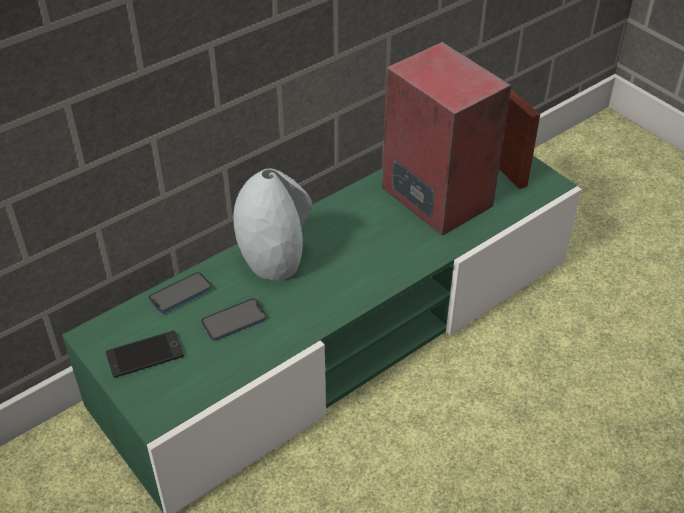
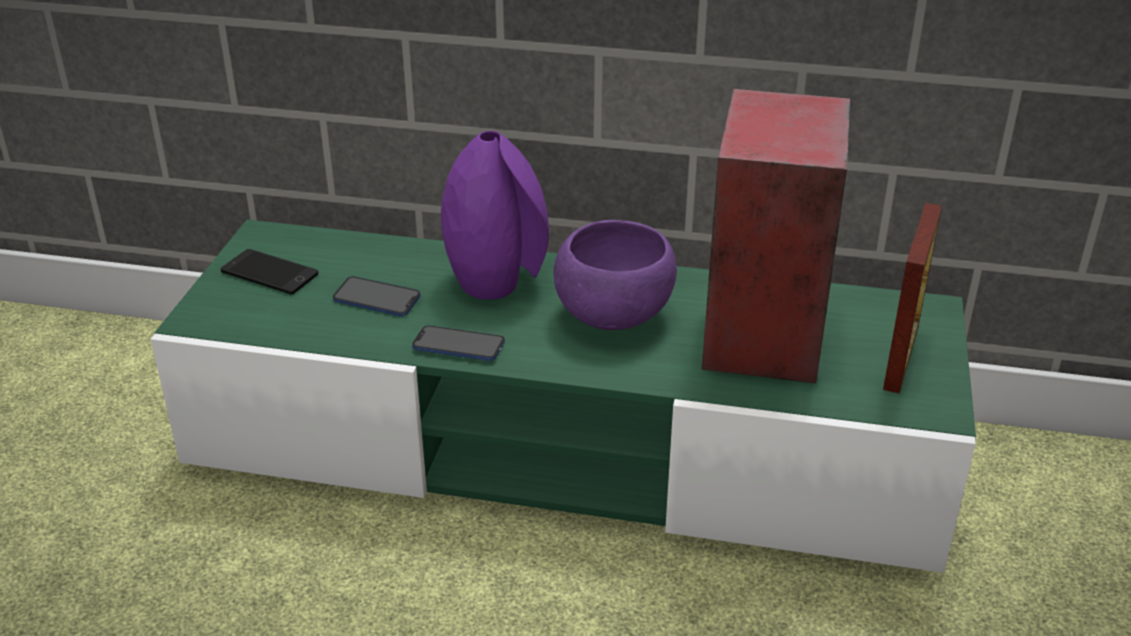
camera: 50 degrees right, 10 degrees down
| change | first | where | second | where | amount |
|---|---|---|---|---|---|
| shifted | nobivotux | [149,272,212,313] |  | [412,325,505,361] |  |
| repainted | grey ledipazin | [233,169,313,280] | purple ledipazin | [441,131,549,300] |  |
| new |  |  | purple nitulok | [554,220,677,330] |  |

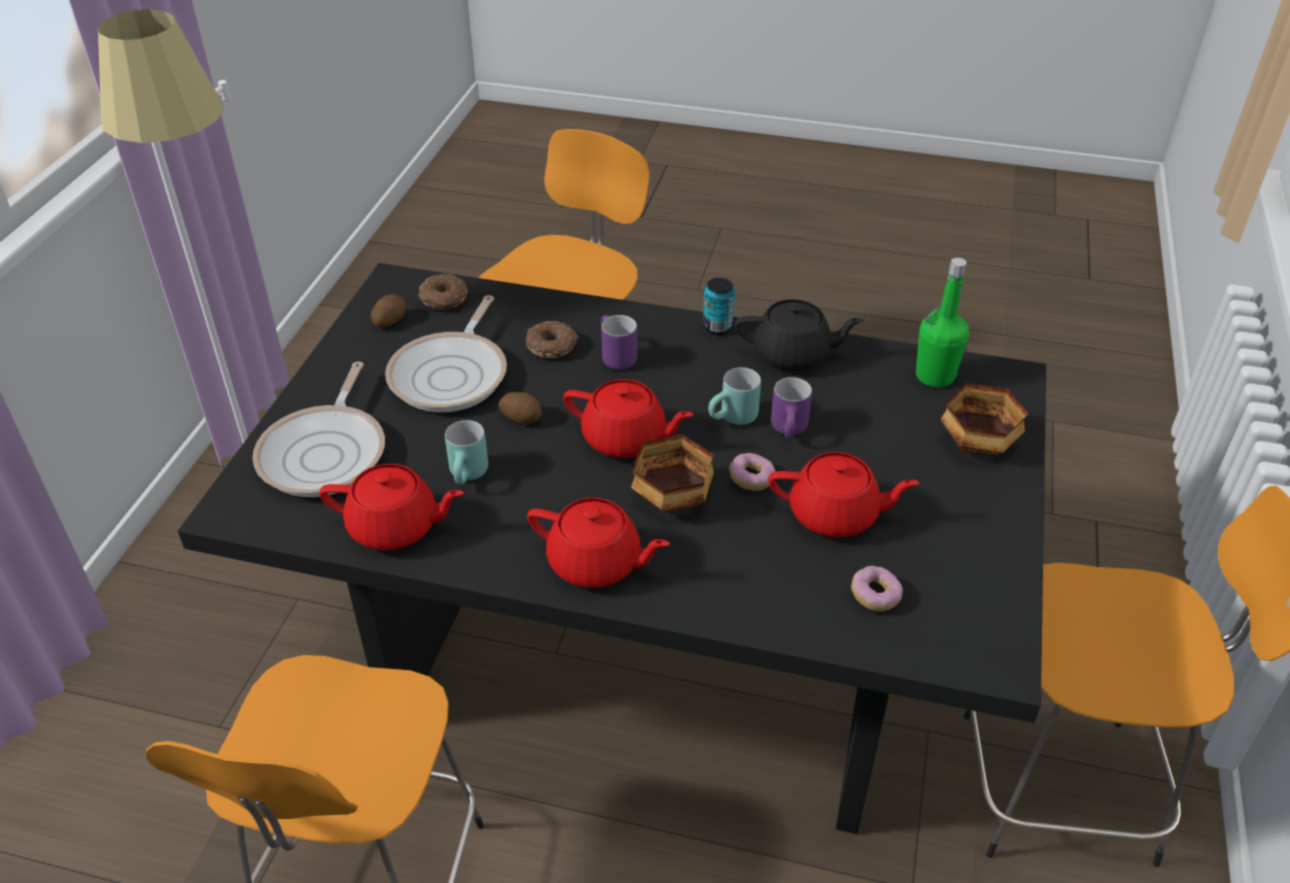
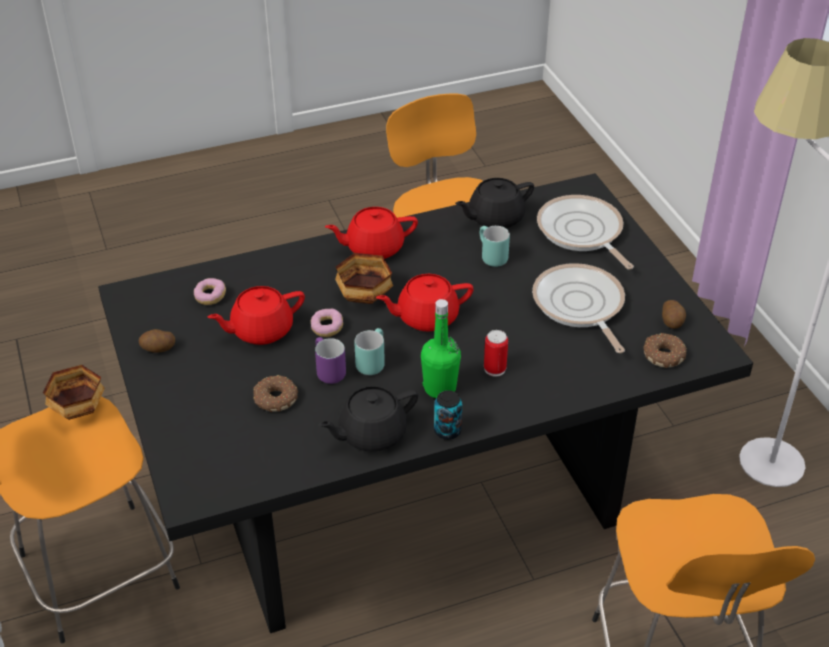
camera: 145 degrees right, 0 degrees up
| change | first | where | second | where | amount |
|---|---|---|---|---|---|
| repainted | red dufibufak | [319,464,464,550] | black dufibufak | [455,178,534,228] |  |
| shifted | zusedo | [499,392,542,425] |  | [138,329,175,353] |  |
| shifted | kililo | [526,321,579,358] |  | [253,375,298,412] |  |
| swapped | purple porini | [601,315,637,370] | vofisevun | [484,330,508,376] |  |
| shifted | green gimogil | [916,258,969,387] |  | [421,299,461,398] |  |
| shifted | nitulok | [941,383,1029,456] |  | [43,365,105,420] |  |

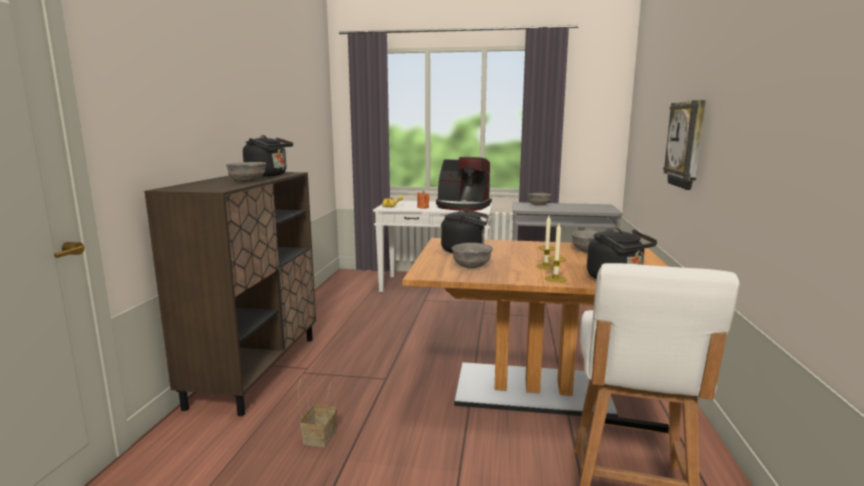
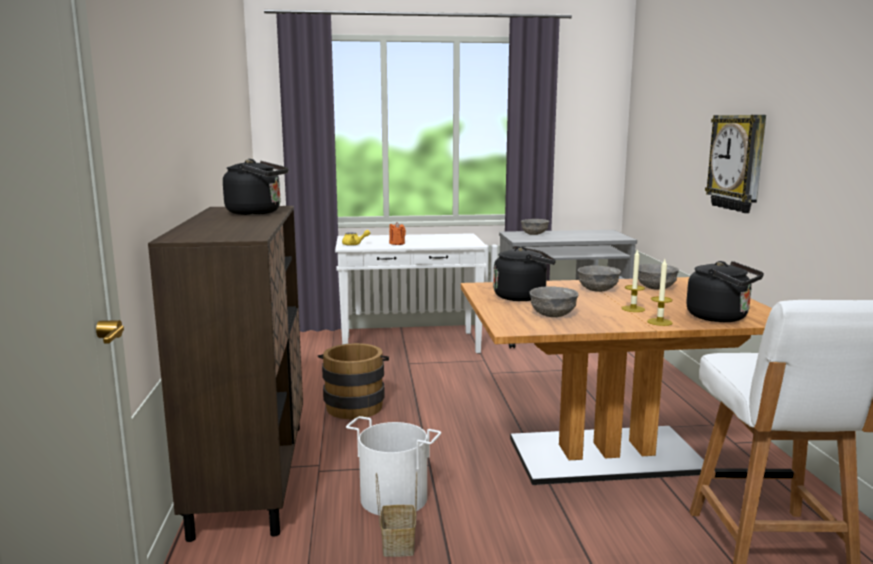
camera: 15 degrees left, 0 degrees up
| change | first | where | second | where | amount |
|---|---|---|---|---|---|
| shifted | grey nitulok | [226,162,266,182] |  | [578,266,621,292] |  |
| gone | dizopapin | [436,157,492,211] |  |  |  |
| new |  |  | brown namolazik | [318,343,389,419] |  |
| new |  |  | white namolazik | [346,416,441,516] |  |

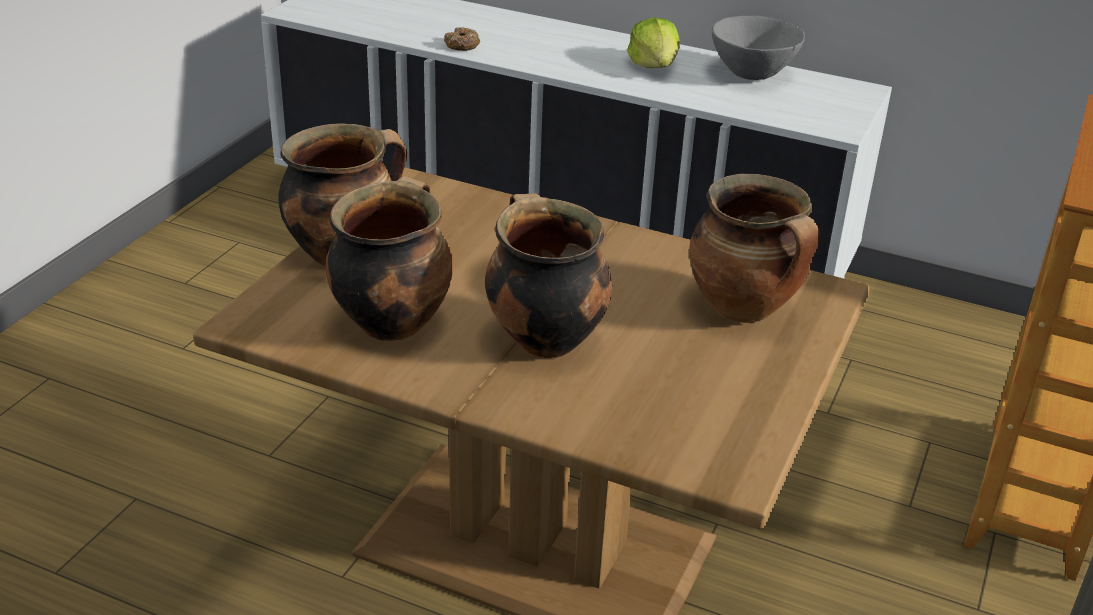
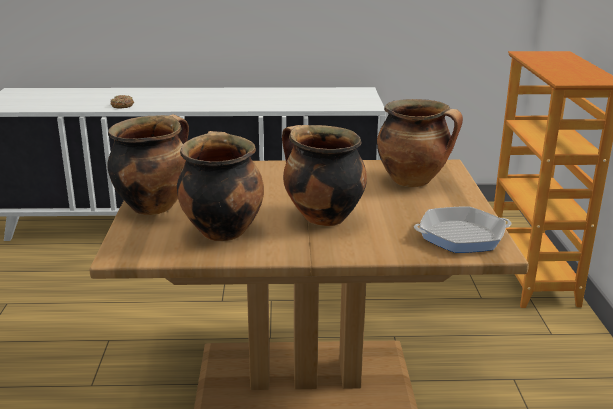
camera: 25 degrees left, 10 degrees down
| change | first | where | second | where | amount |
|---|---|---|---|---|---|
| gone | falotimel | [627,17,680,68] |  |  |  |
| gone | grey nitulok | [712,16,805,80] |  |  |  |
| new |  |  | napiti | [414,207,511,253] |  |

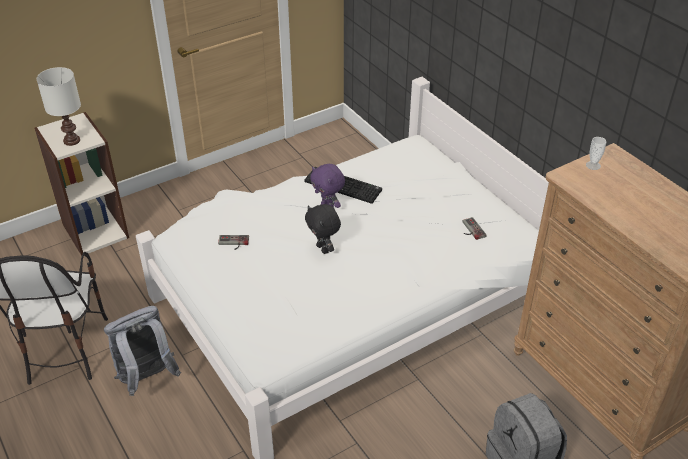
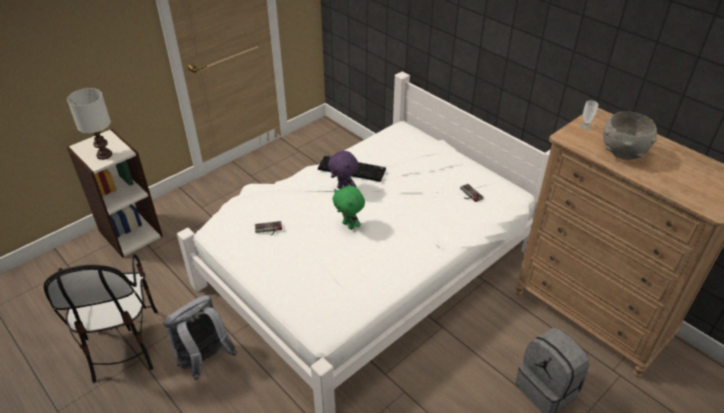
camera: 10 degrees left, 0 degrees up
| change | first | where | second | where | amount |
|---|---|---|---|---|---|
| repainted | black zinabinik | [305,204,341,254] | green zinabinik | [333,186,365,230] |  |
| new |  |  | grey nitulok | [603,111,657,160] |  |

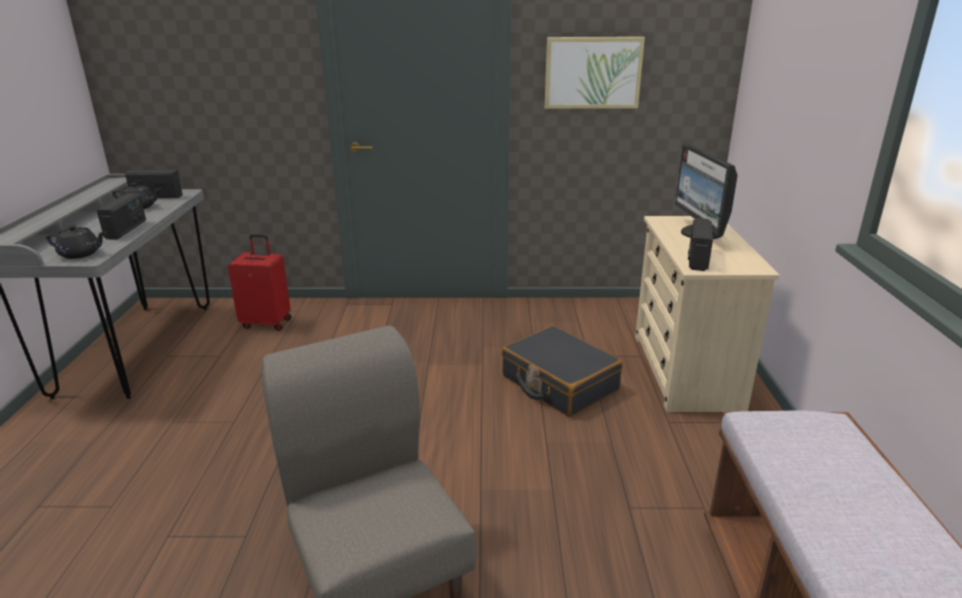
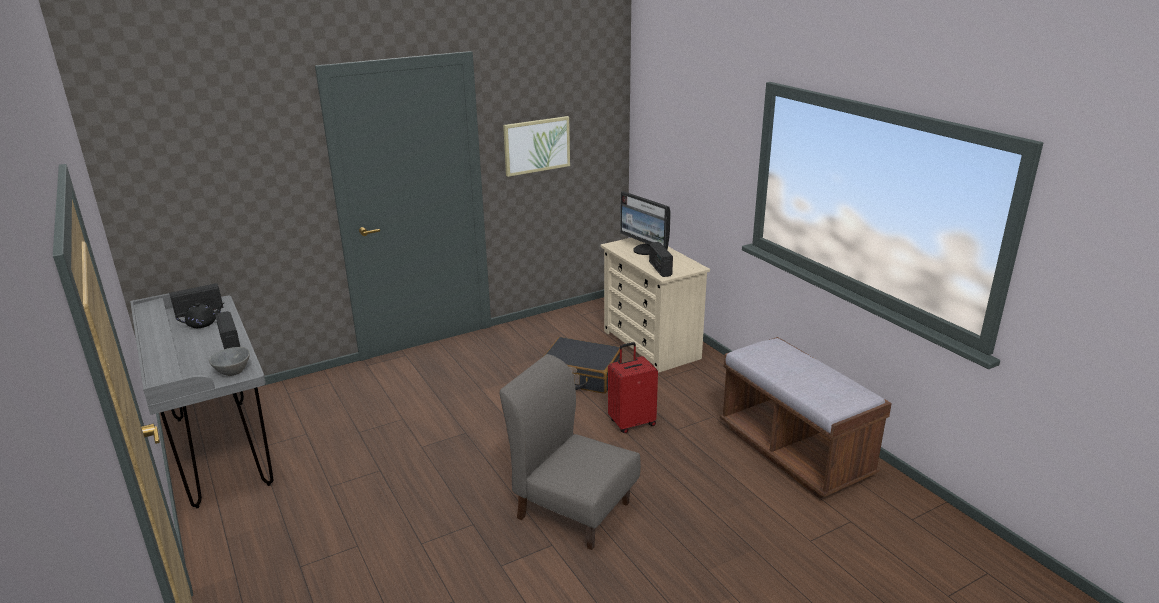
camera: 30 degrees left, 0 degrees up
| change | first | where | second | where | amount |
|---|---|---|---|---|---|
| swapped | black dufibufak | [46,225,106,259] | grey nitulok | [209,347,250,376] |  |
| shifted | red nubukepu | [228,234,291,331] |  | [608,342,658,433] |  |

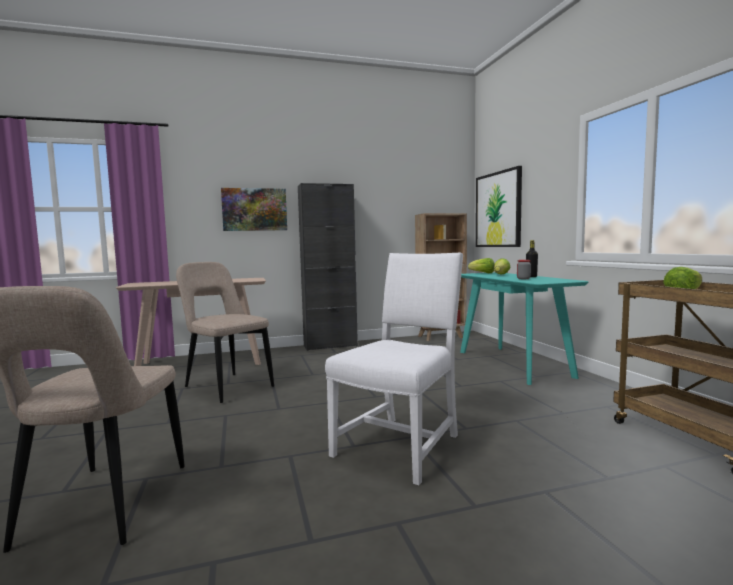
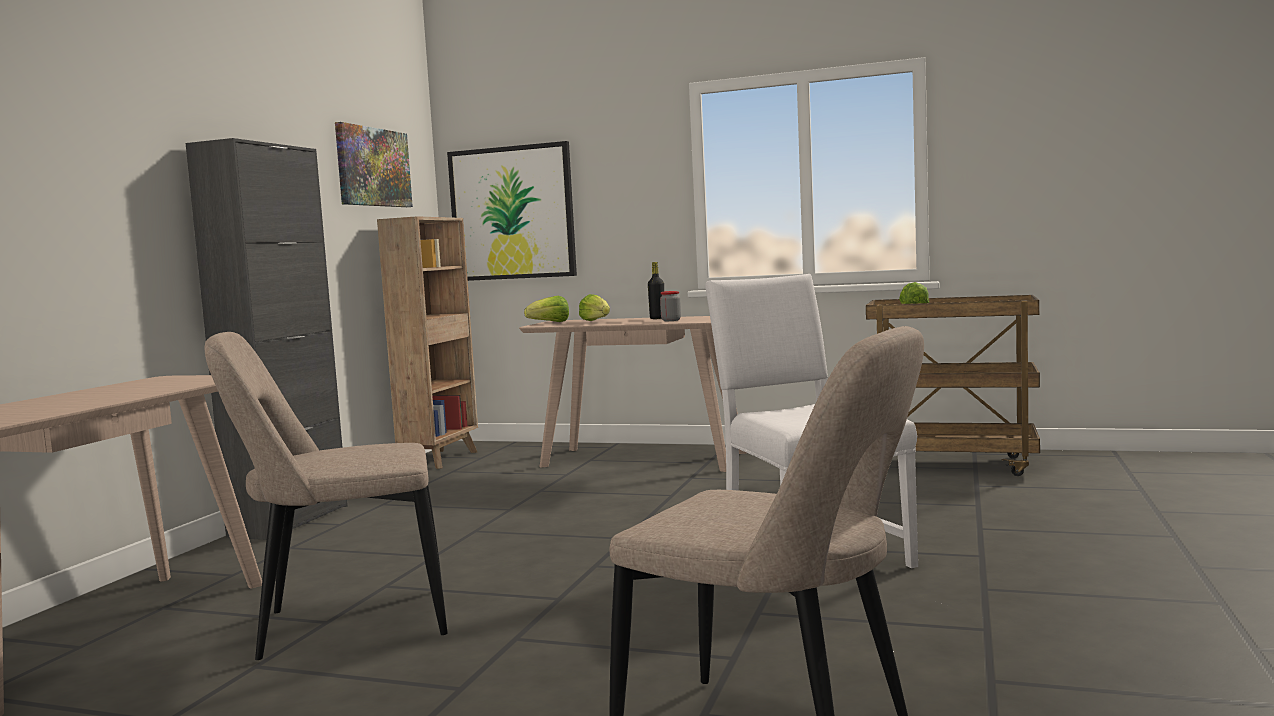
camera: 55 degrees left, 0 degrees up
| change | first | where | second | where | amount |
|---|---|---|---|---|---|
| shifted | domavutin | [221,188,287,231] |  | [335,122,413,207] |  |
| repainted | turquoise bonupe | [460,272,589,385] | beige bonupe | [519,316,746,472] |  |

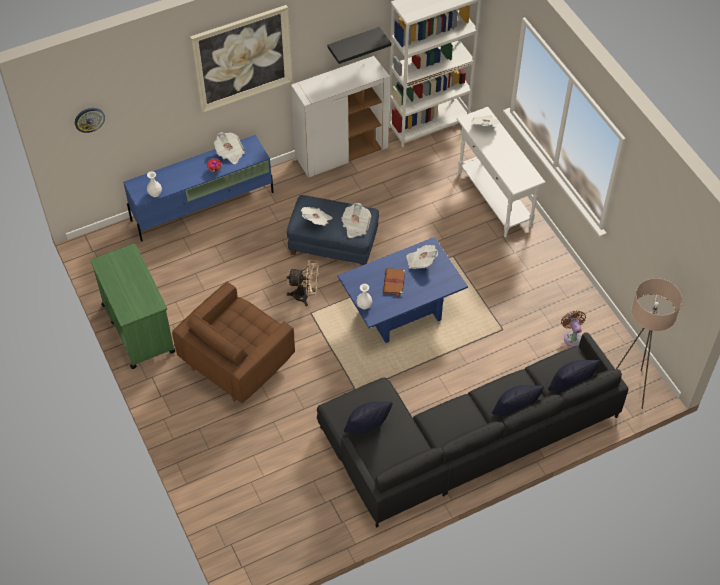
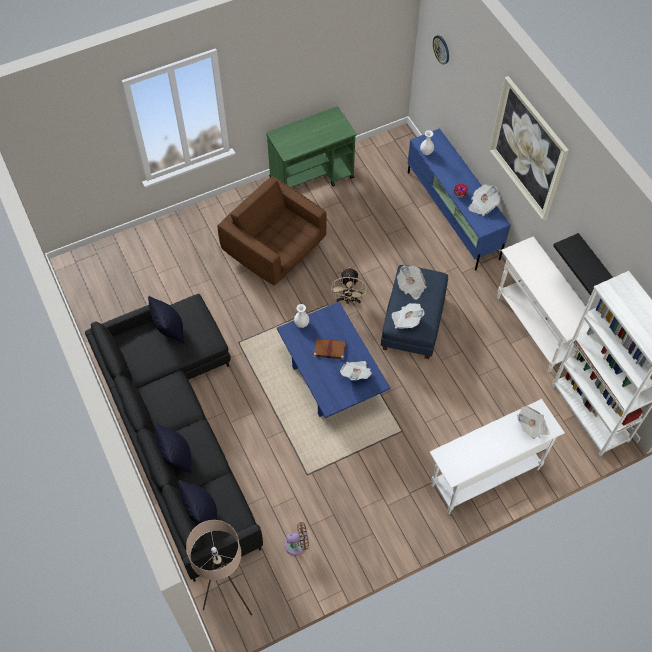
camera: 90 degrees right, 5 degrees up
| change | first | where | second | where | amount |
|---|---|---|---|---|---|
| swapped | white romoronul | [291,56,390,178] | white bonupe | [497,236,590,373] |  |

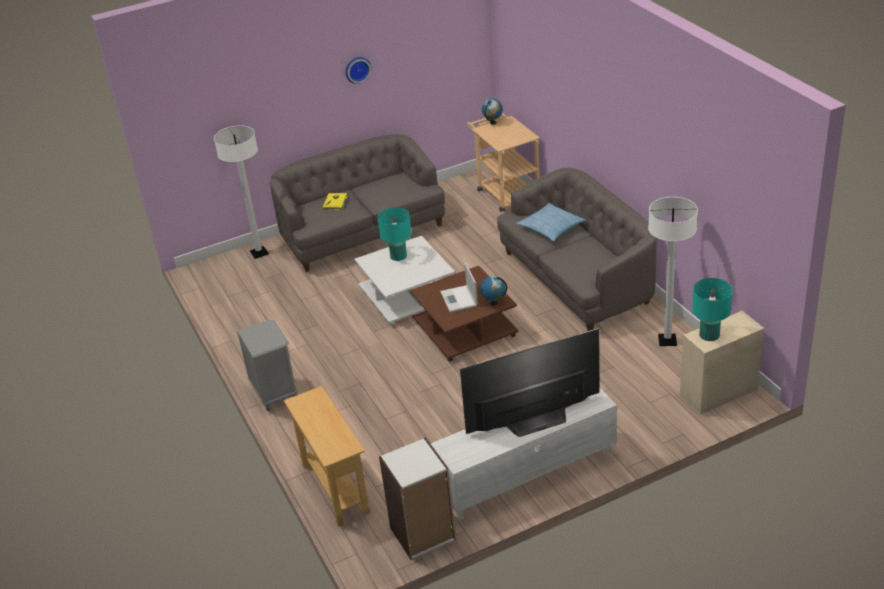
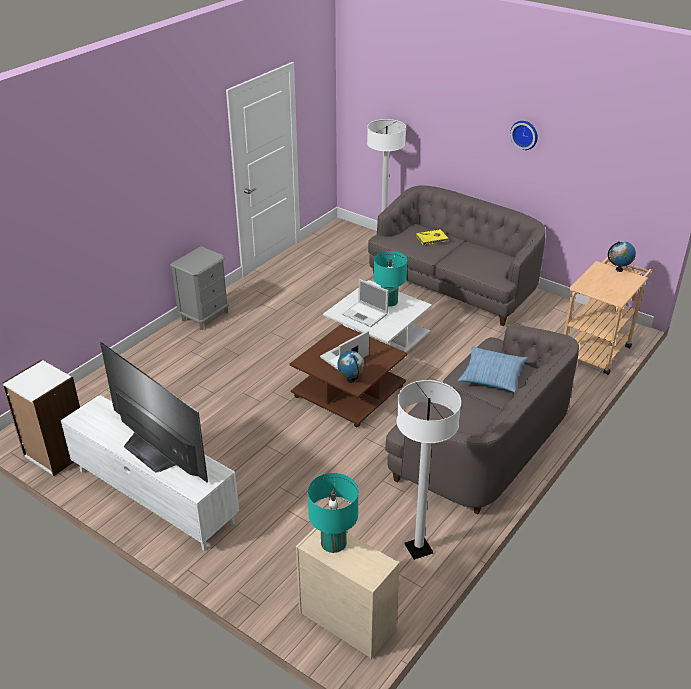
camera: 60 degrees right, 0 degrees up
| change | first | where | second | where | amount |
|---|---|---|---|---|---|
| gone | beige bonupe | [284,386,370,526] |  |  |  |
| new |  |  | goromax | [342,279,389,327] |  |

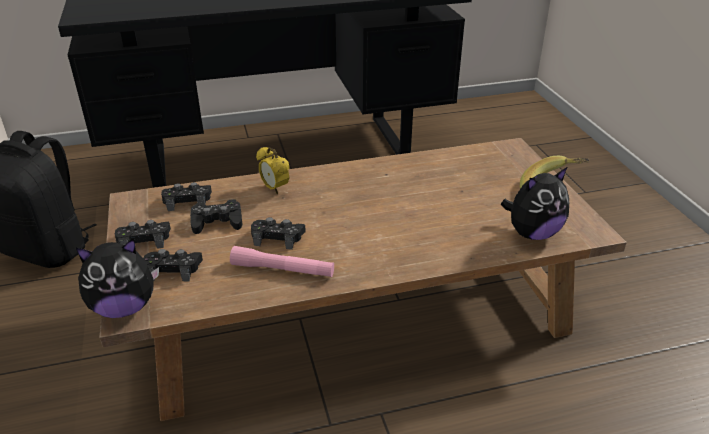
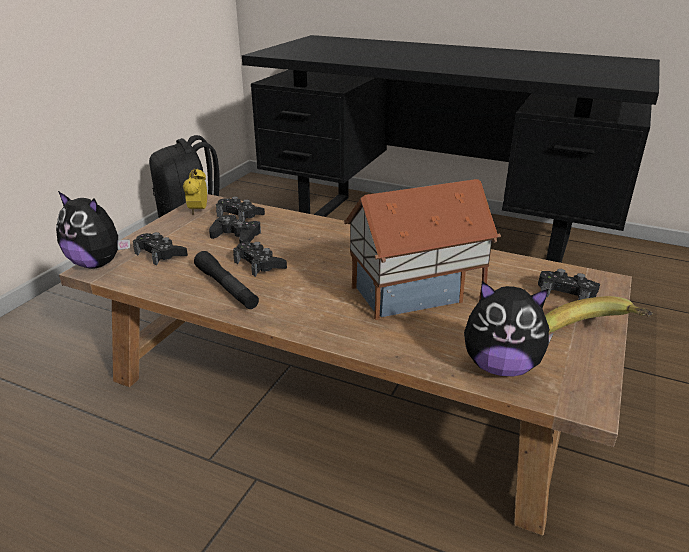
camera: 40 degrees right, 5 degrees down
| change | first | where | second | where | amount |
|---|---|---|---|---|---|
| shifted | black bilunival | [115,220,171,249] |  | [538,269,600,300] |  |
| repainted | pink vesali | [230,246,334,277] | black vesali | [194,251,259,309] |  |
| shifted | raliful | [256,147,290,194] |  | [183,168,207,215] |  |
| new |  |  | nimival | [344,179,501,320] |  |

